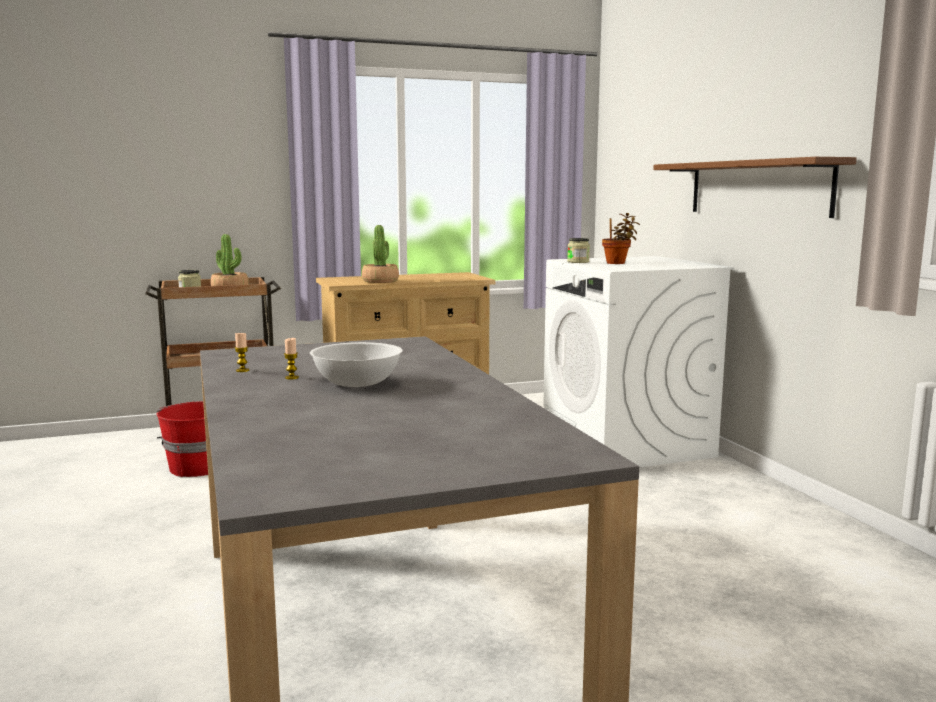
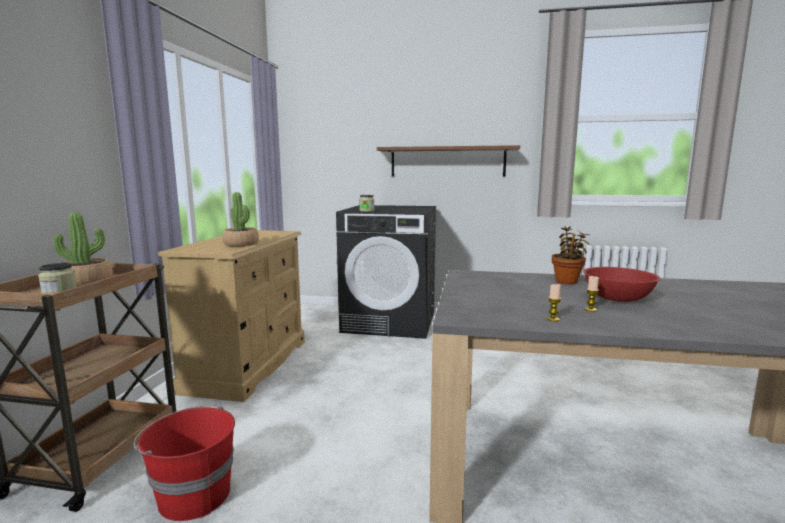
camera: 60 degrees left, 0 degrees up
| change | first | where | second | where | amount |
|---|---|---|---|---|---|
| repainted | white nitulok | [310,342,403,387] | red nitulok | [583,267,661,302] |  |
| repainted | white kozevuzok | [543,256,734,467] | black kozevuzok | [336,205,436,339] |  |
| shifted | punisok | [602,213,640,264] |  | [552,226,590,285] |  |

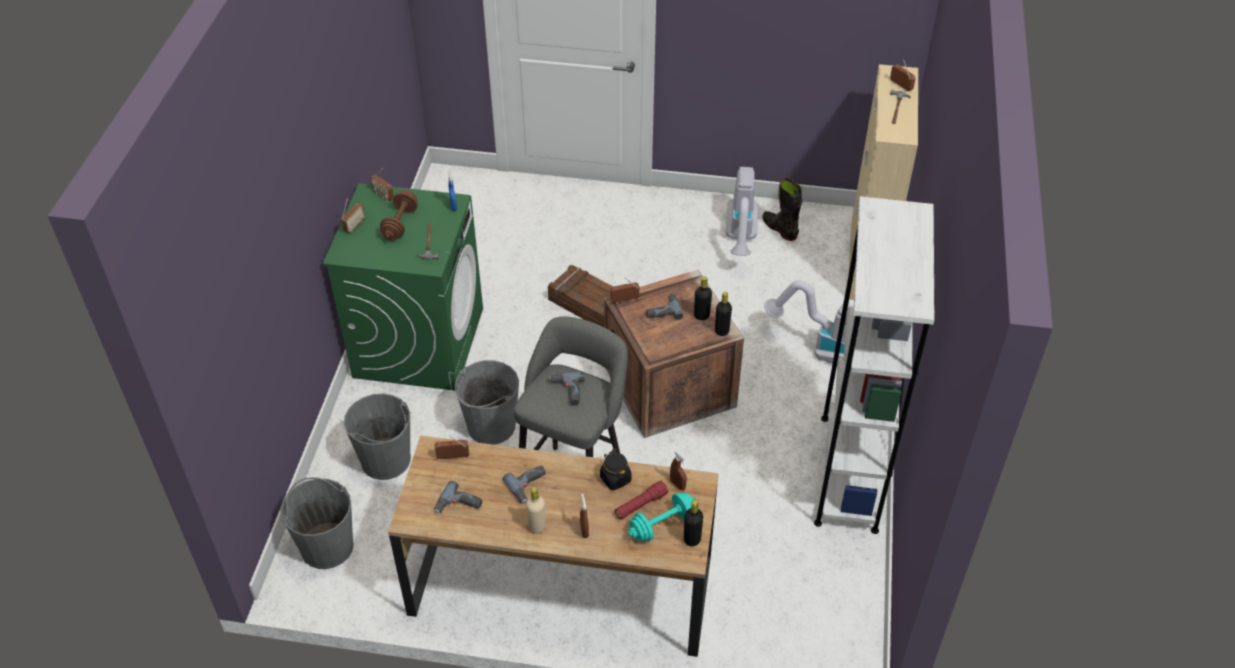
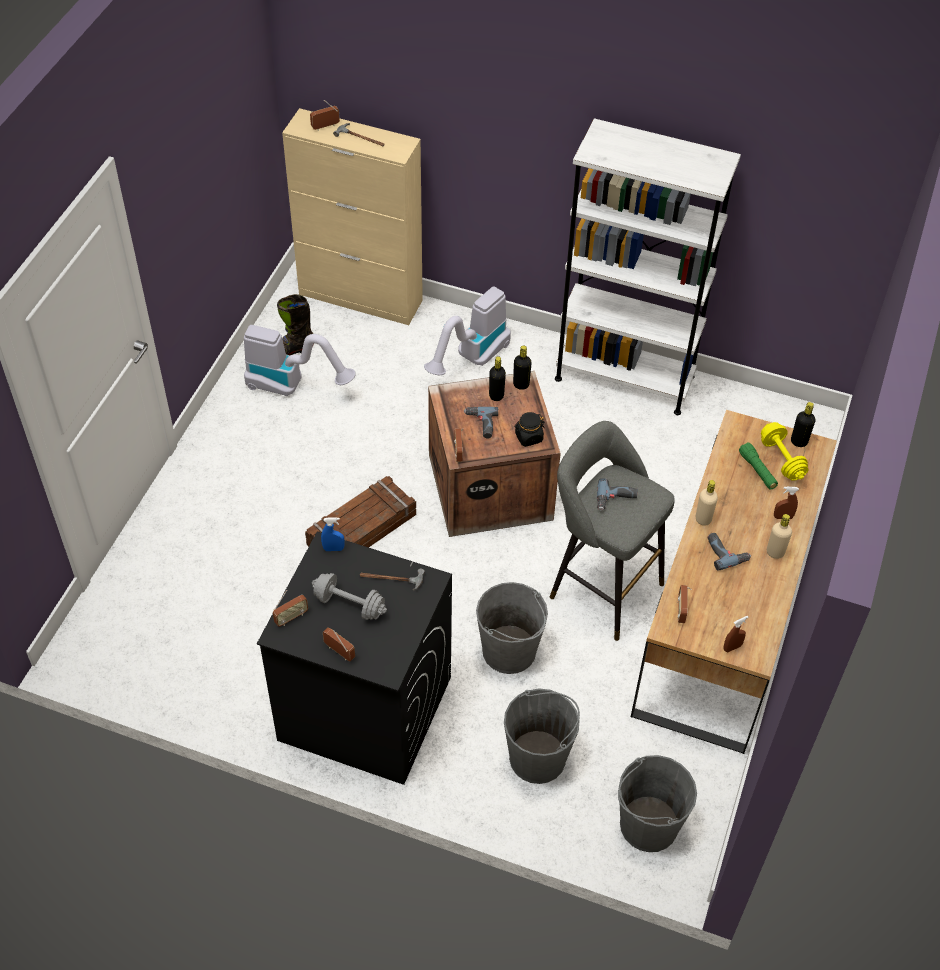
camera: 80 degrees left, 5 degrees up
| change | first | where | second | where | amount |
|---|---|---|---|---|---|
| repainted | green kozevuzok | [323,183,483,391] | black kozevuzok | [257,531,452,785] |  |
| repainted | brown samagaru | [380,190,417,240] | grey samagaru | [312,573,387,620] |  |
| gone | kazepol | [434,481,482,514] |  |  |  |
| shifted | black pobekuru | [600,452,632,490] |  | [514,412,545,447] |  |
| repainted | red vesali | [615,481,669,519] | green vesali | [739,442,778,490] |  |
| repainted | turquoise samagaru | [628,492,696,542] | yellow samagaru | [761,422,808,481] |  |
| shifted | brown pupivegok | [670,451,687,490] |  | [723,616,749,652] |  |
| new |  |  | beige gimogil | [696,480,718,526] |  |

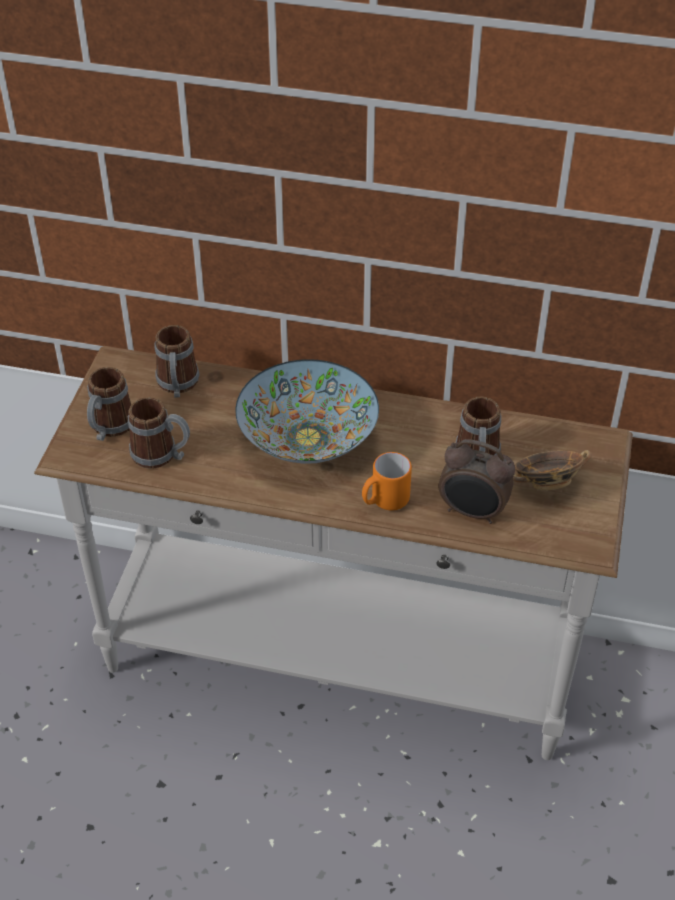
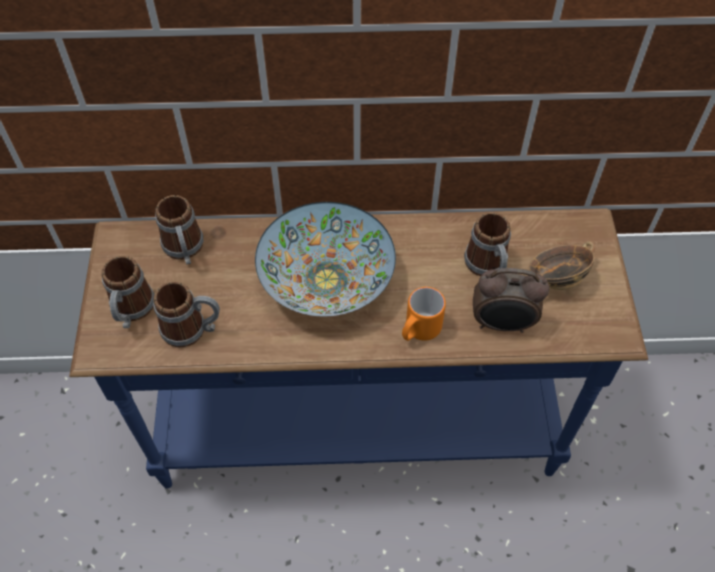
camera: 15 degrees left, 10 degrees up
| change | first | where | second | where | amount |
|---|---|---|---|---|---|
| repainted | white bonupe | [34,346,633,760] | blue bonupe | [69,208,648,489] |  |

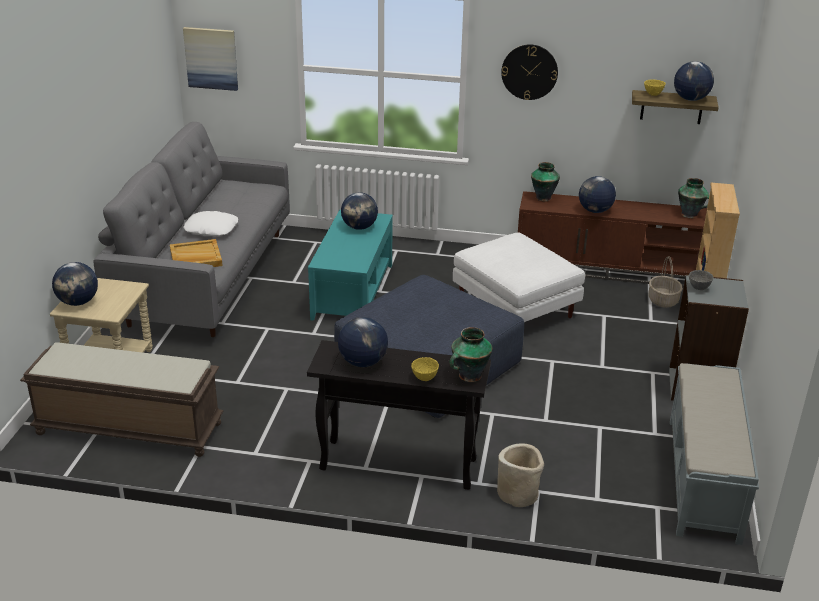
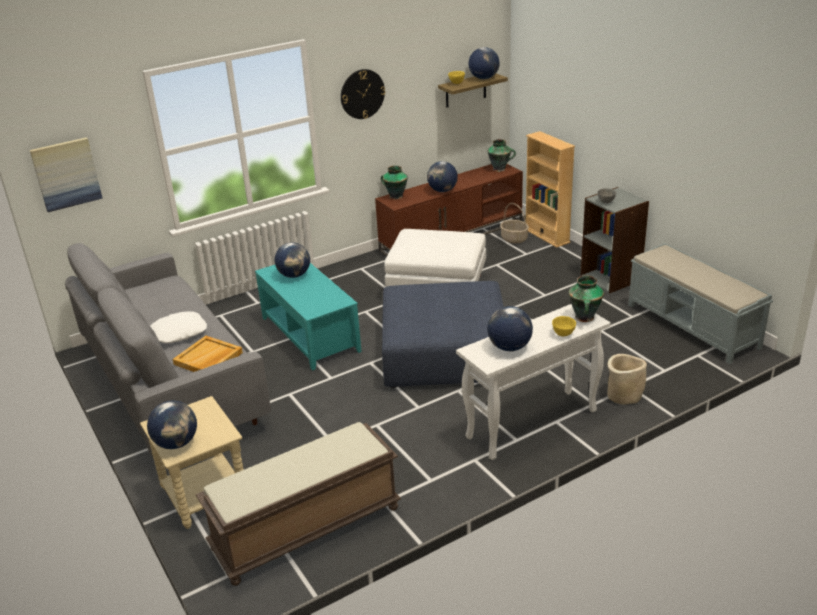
camera: 40 degrees left, 0 degrees up
| change | first | where | second | where | amount |
|---|---|---|---|---|---|
| repainted | black bonupe | [307,340,491,490] | white bonupe | [456,304,611,460] |  |

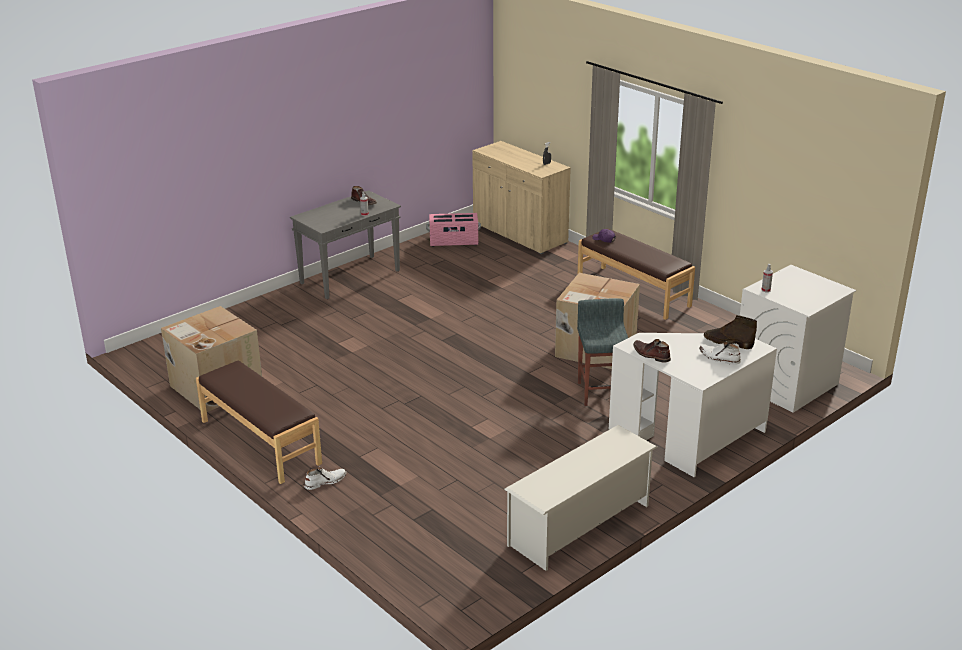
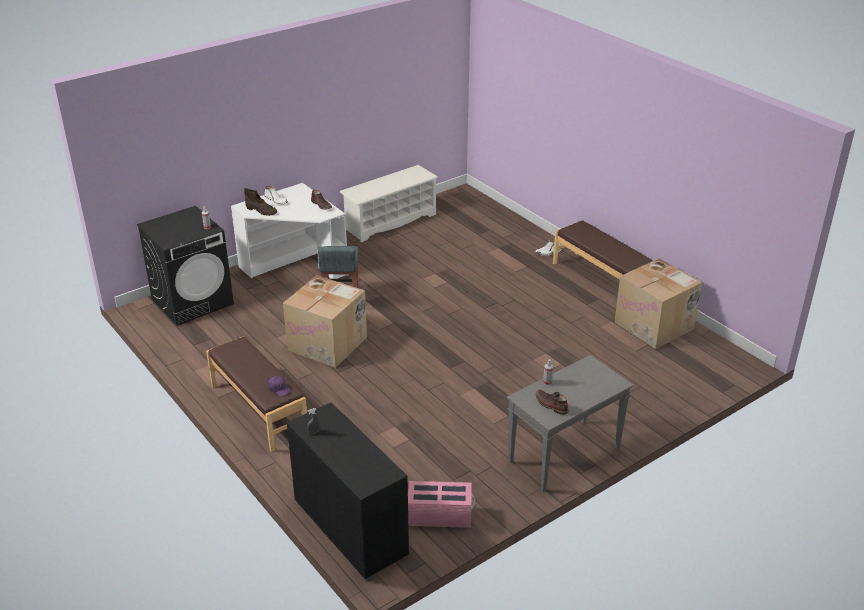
camera: 175 degrees left, 5 degrees up
| change | first | where | second | where | amount |
|---|---|---|---|---|---|
| repainted | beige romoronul | [472,141,571,254] | black romoronul | [286,402,409,580] |  |
| repainted | white kozevuzok | [740,265,856,413] | black kozevuzok | [137,206,234,326] |  |

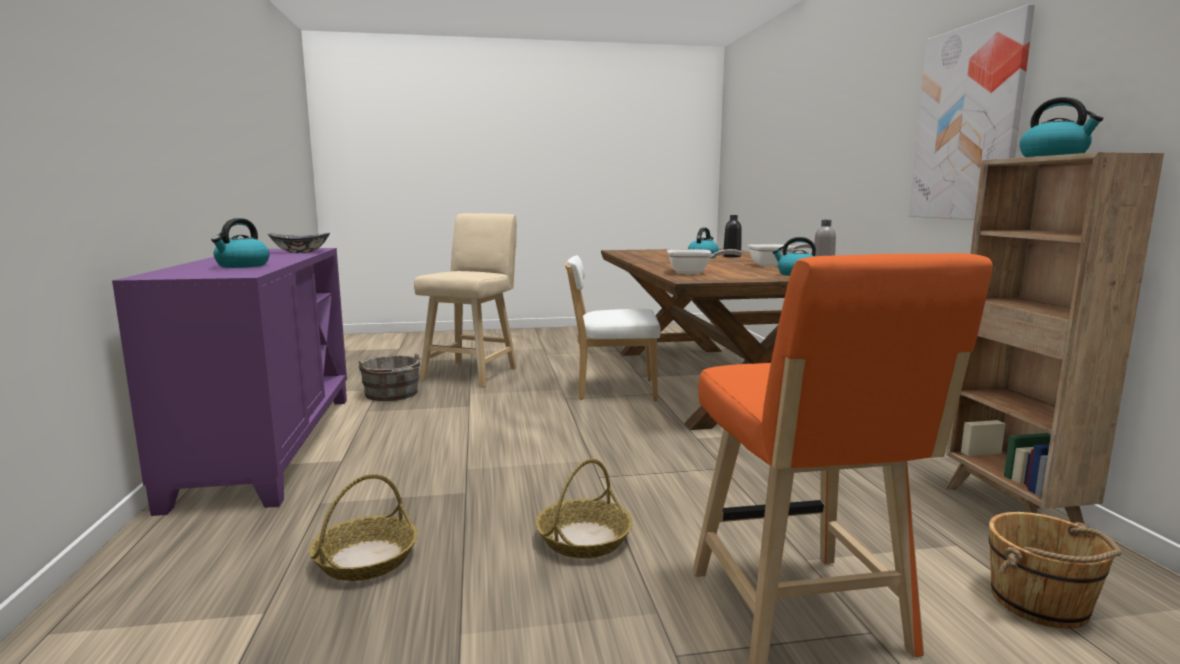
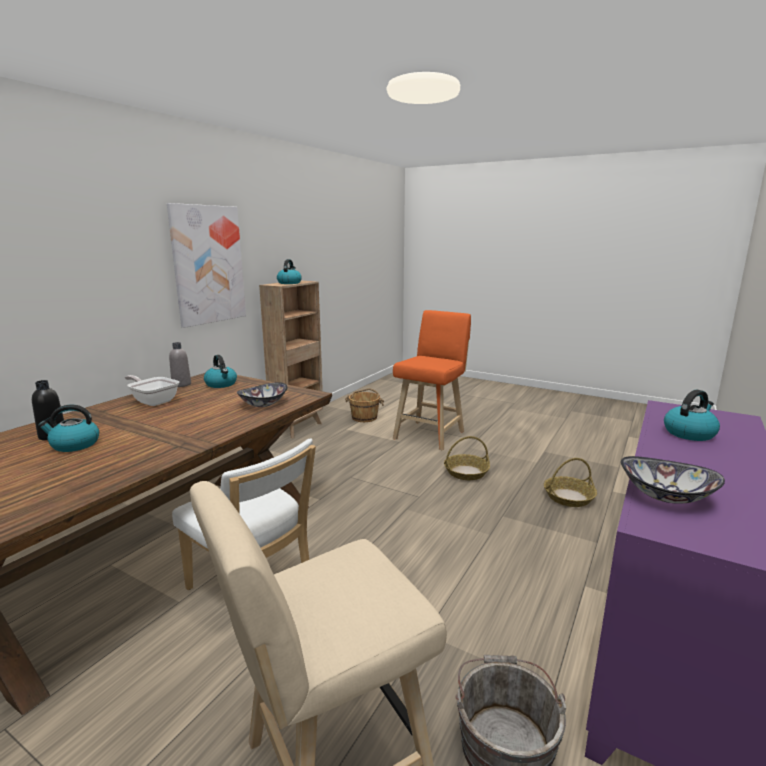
camera: 140 degrees left, 5 degrees up
| change | first | where | second | where | amount |
|---|---|---|---|---|---|
| swapped | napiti | [667,249,743,274] | nitulok | [237,382,288,407] |  |

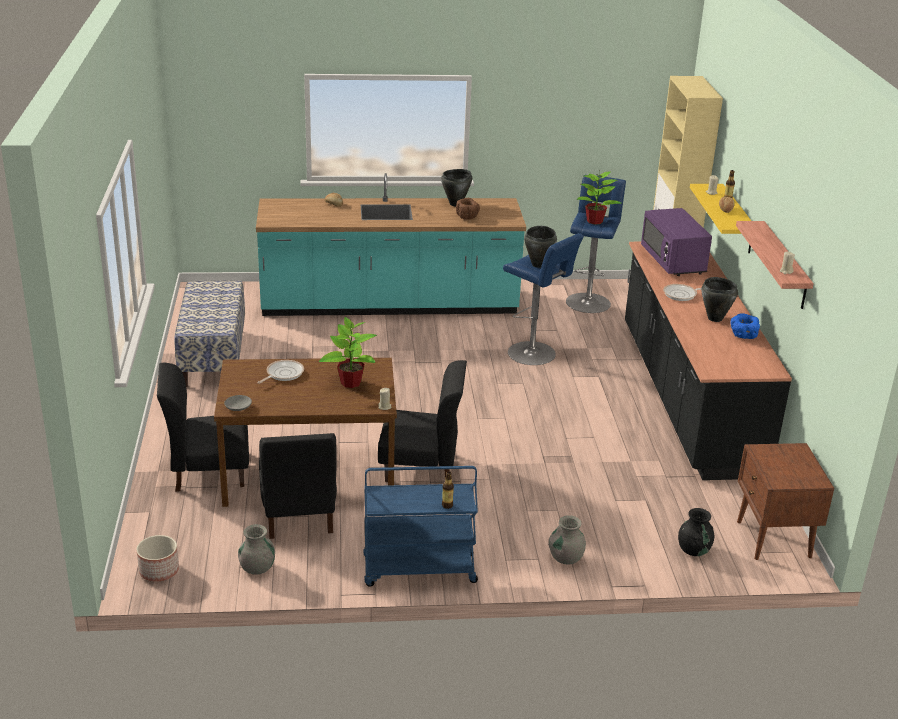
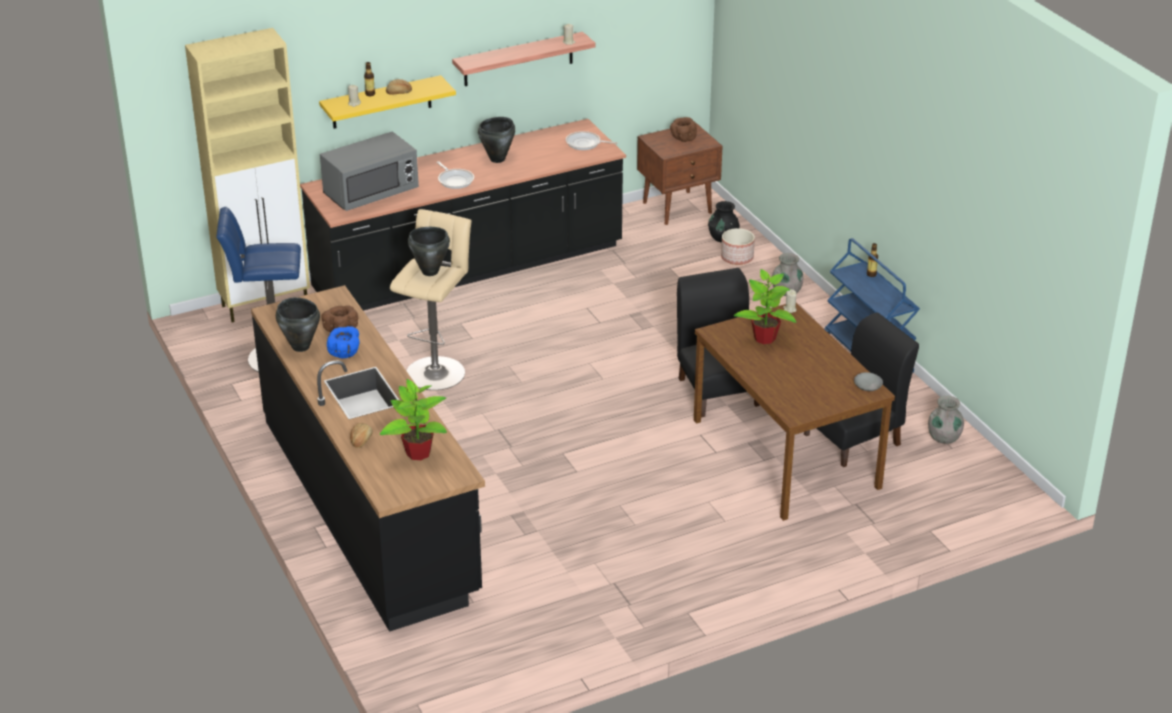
camera: 110 degrees left, 5 degrees up
| change | first | where | second | where | amount |
|---|---|---|---|---|---|
| shifted | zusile | [136,535,179,582] |  | [721,228,755,265] |  |
| gone | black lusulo | [157,363,249,492] |  |  |  |
| gone | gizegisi | [174,281,245,387] |  |  |  |
| repainted | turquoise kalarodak | [256,173,526,316] | black kalarodak | [251,285,485,632] |  |
| shifted | napiti | [257,360,304,384] |  | [566,131,618,150] |  |
| repainted | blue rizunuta | [503,233,584,365] | beige rizunuta | [390,209,472,390] |  |
| shifted | punisok | [577,168,622,225] |  | [380,379,447,460] |  |
| repainted | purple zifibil | [641,208,712,276] | grey zifibil | [320,132,419,211] |  |
| shifted | blue nitulok | [730,313,760,339] |  | [327,326,360,359] |  |
| new |  |  | brown nitulok | [670,117,697,142] |  |

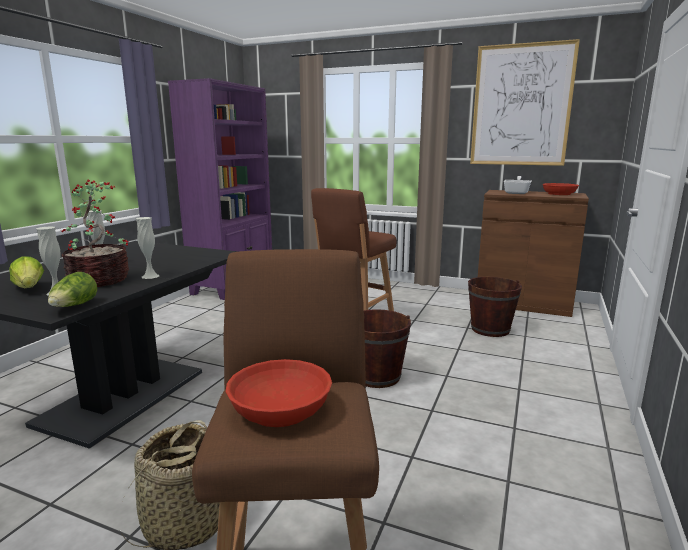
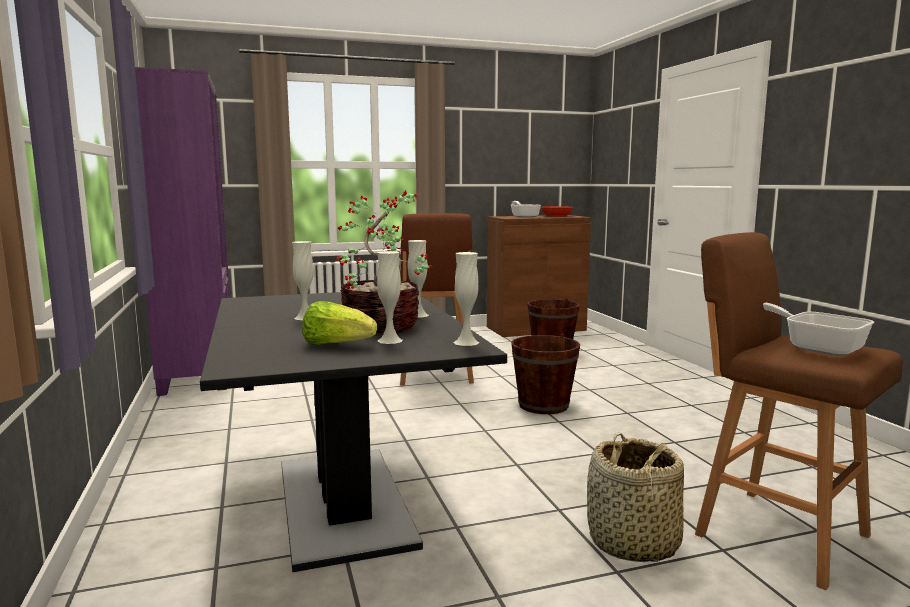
camera: 40 degrees left, 5 degrees down
| change | first | where | second | where | amount |
|---|---|---|---|---|---|
| swapped | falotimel | [48,272,97,307] | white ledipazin | [454,252,479,346] |  |
| swapped | red nitulok | [226,359,332,427] | napiti | [763,303,874,356] |  |
| gone | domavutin | [470,39,580,166] |  |  |  |

